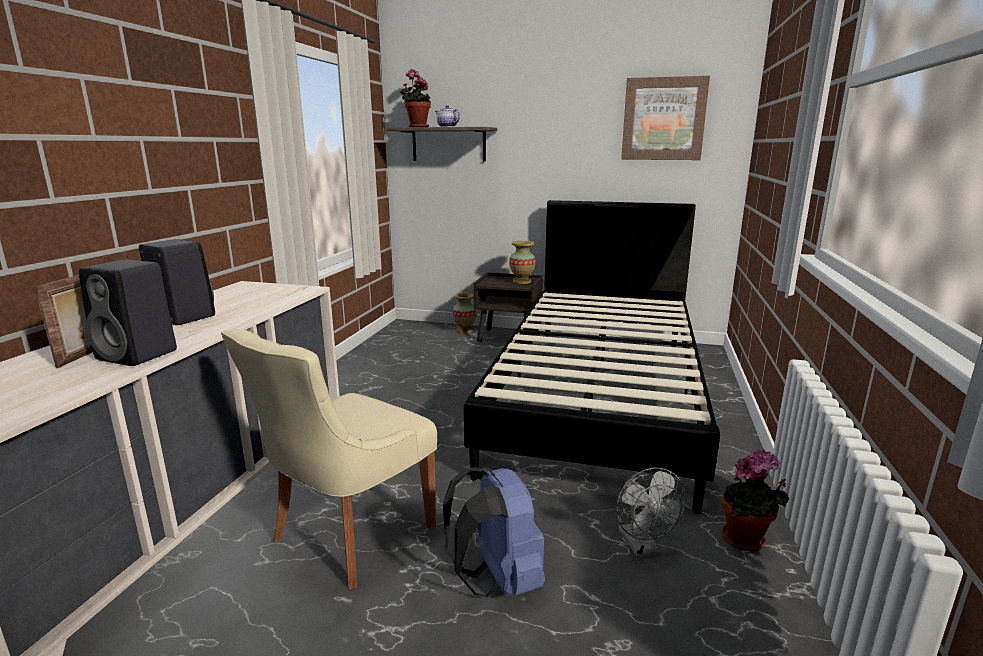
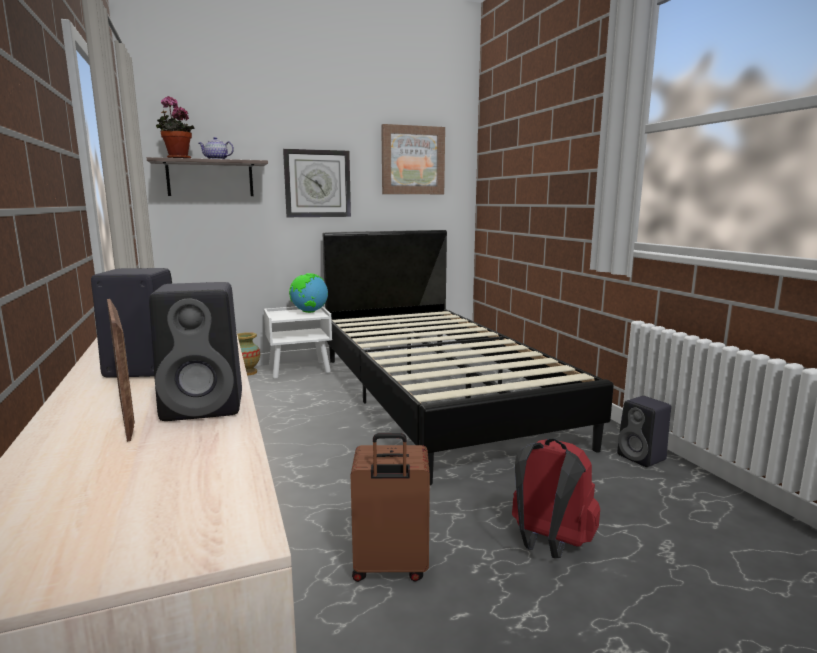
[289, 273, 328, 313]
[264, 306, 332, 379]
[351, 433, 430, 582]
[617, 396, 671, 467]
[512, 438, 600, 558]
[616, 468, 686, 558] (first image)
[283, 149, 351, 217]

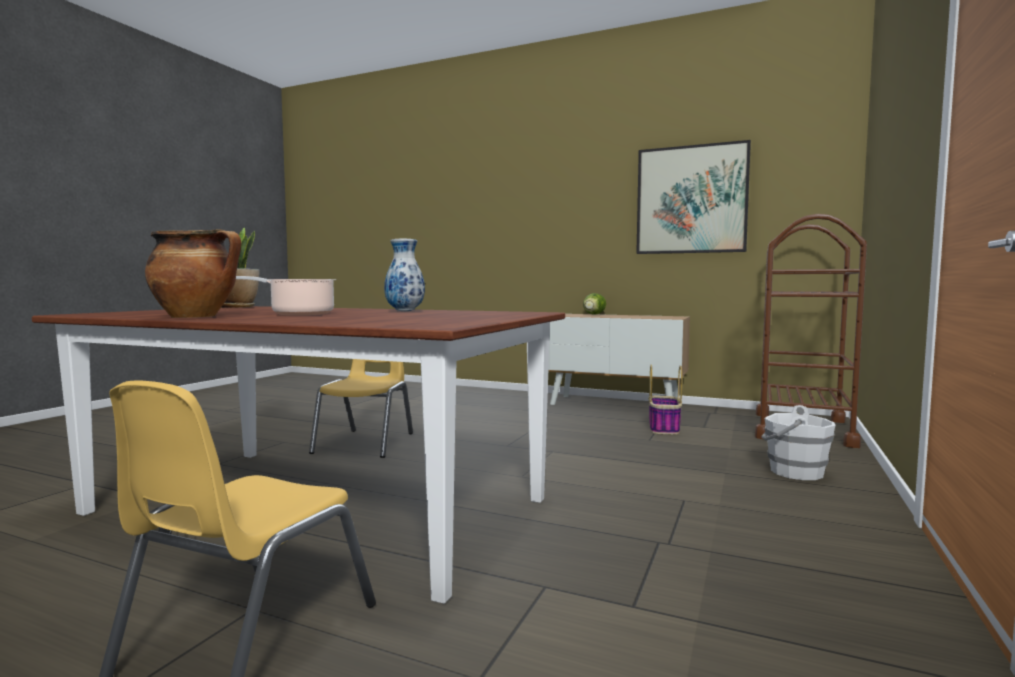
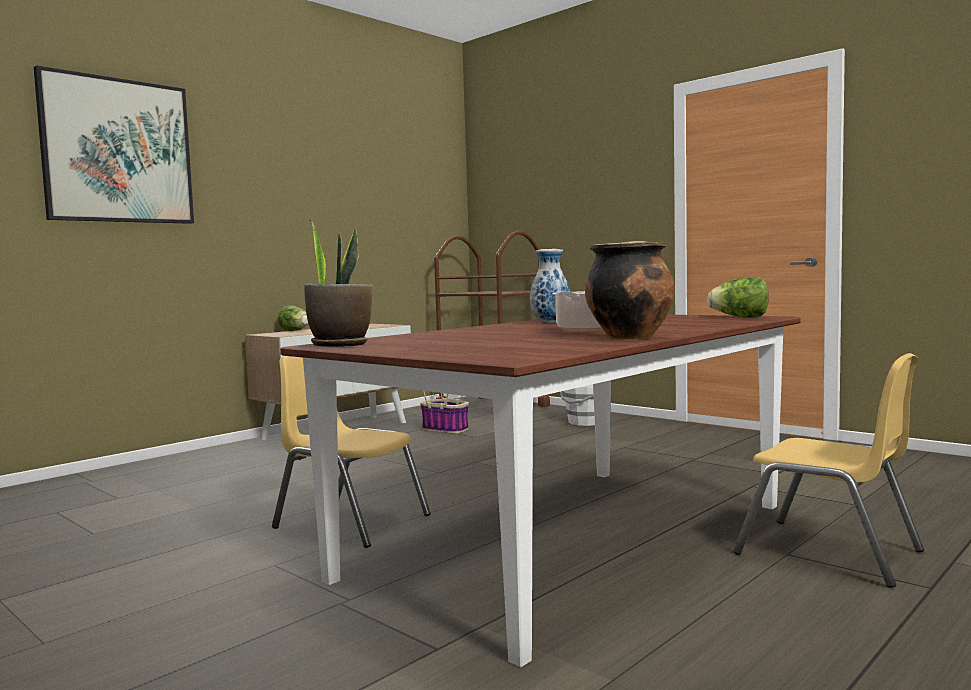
[34, 66, 194, 224]
[707, 277, 769, 317]

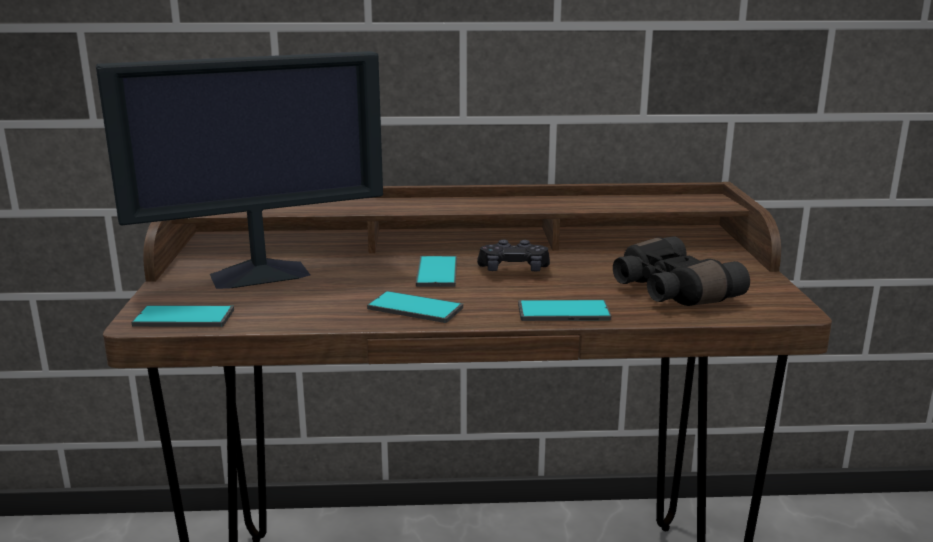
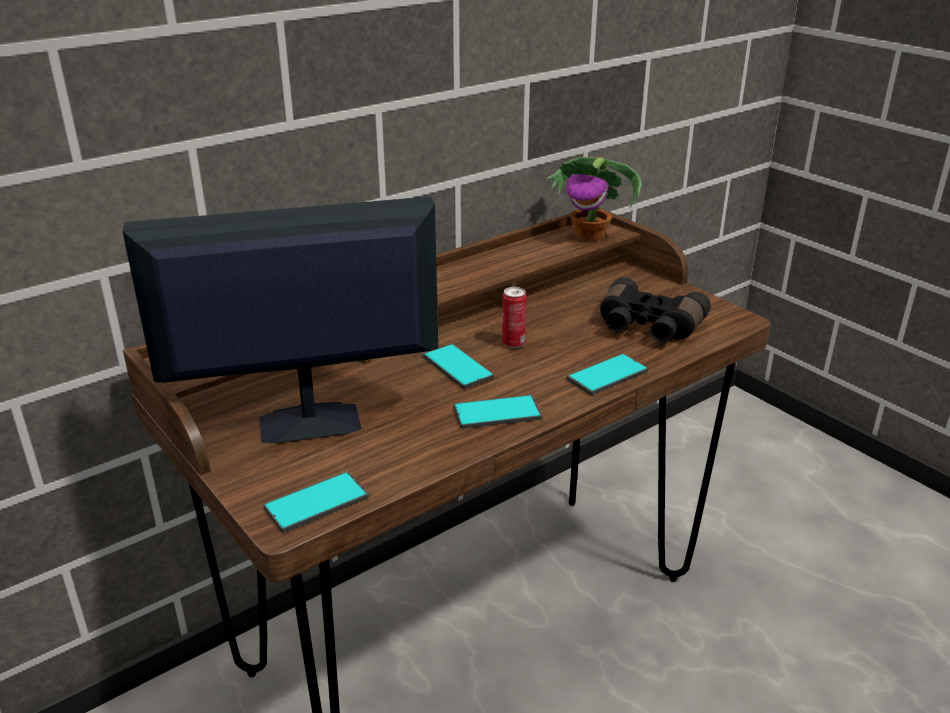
[123, 197, 438, 443]
[502, 287, 526, 348]
[547, 157, 641, 240]

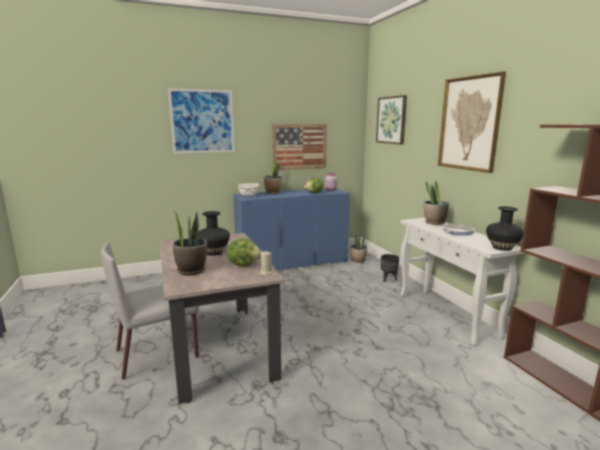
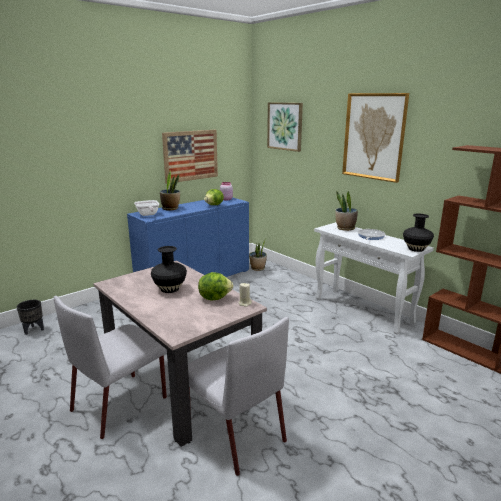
[168, 88, 235, 153] (first image)
[173, 211, 207, 276] (first image)
[17, 300, 44, 335]
[188, 317, 289, 476]

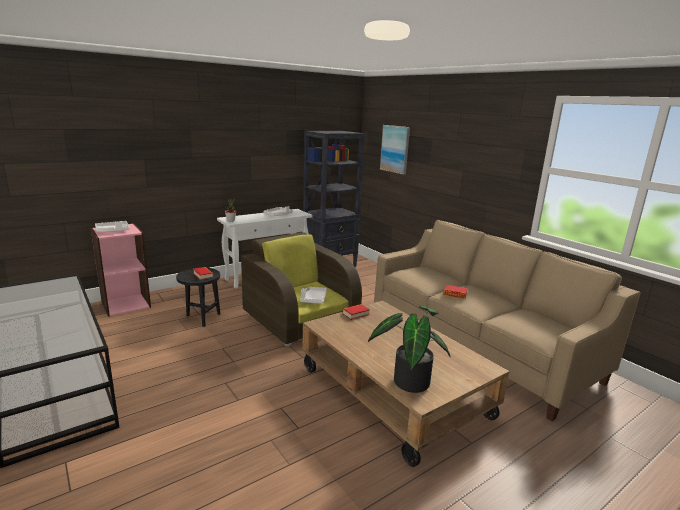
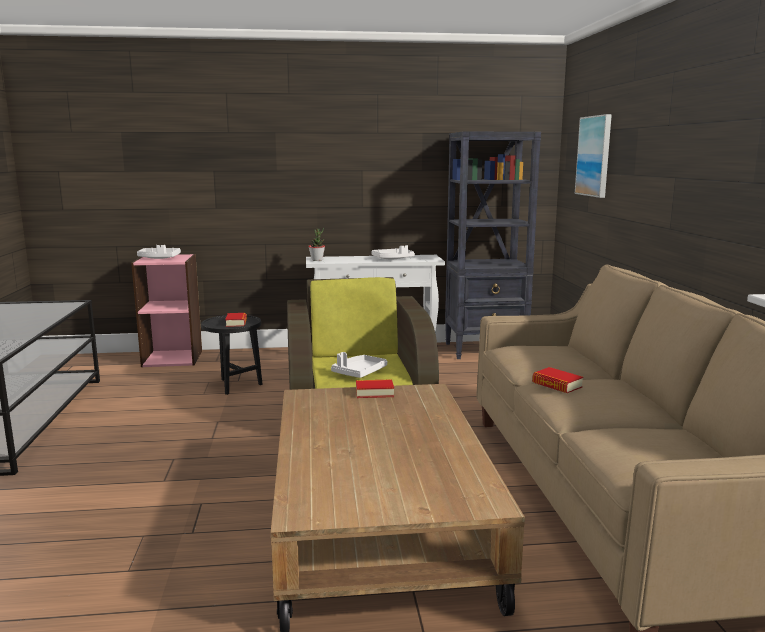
[368, 305, 450, 393] (first image)

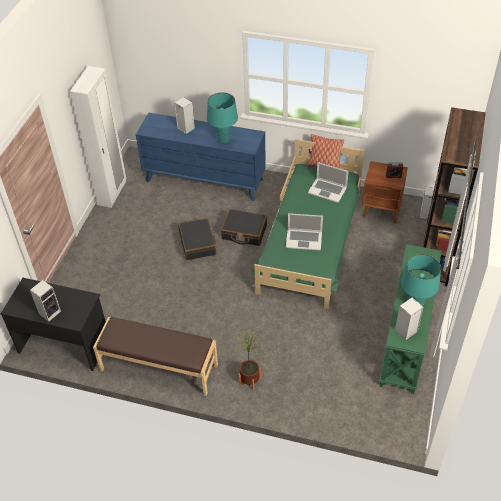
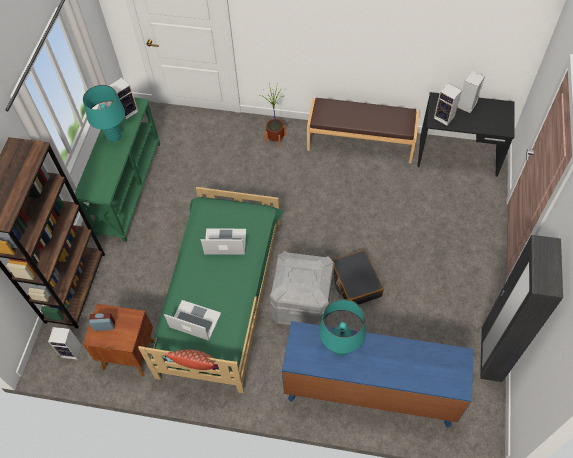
[480, 235, 563, 382]
[434, 83, 462, 125]
[270, 251, 334, 326]

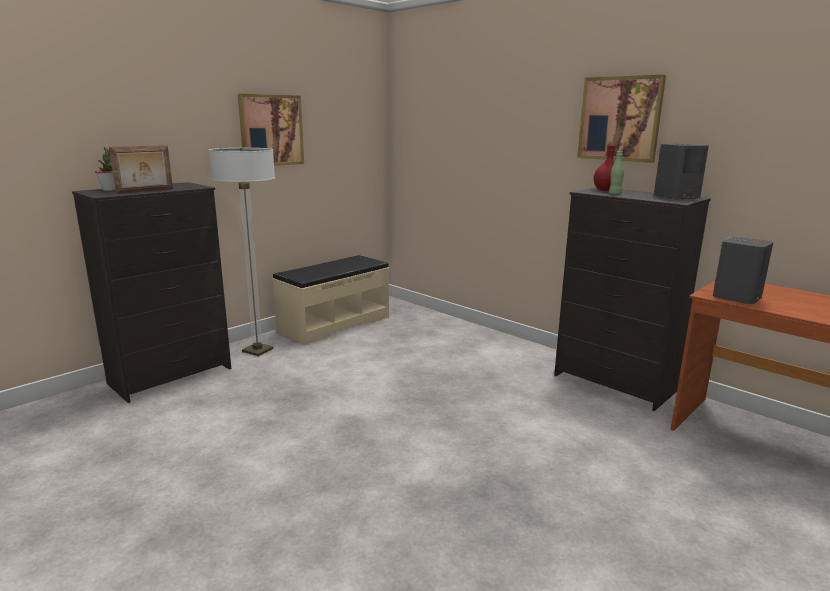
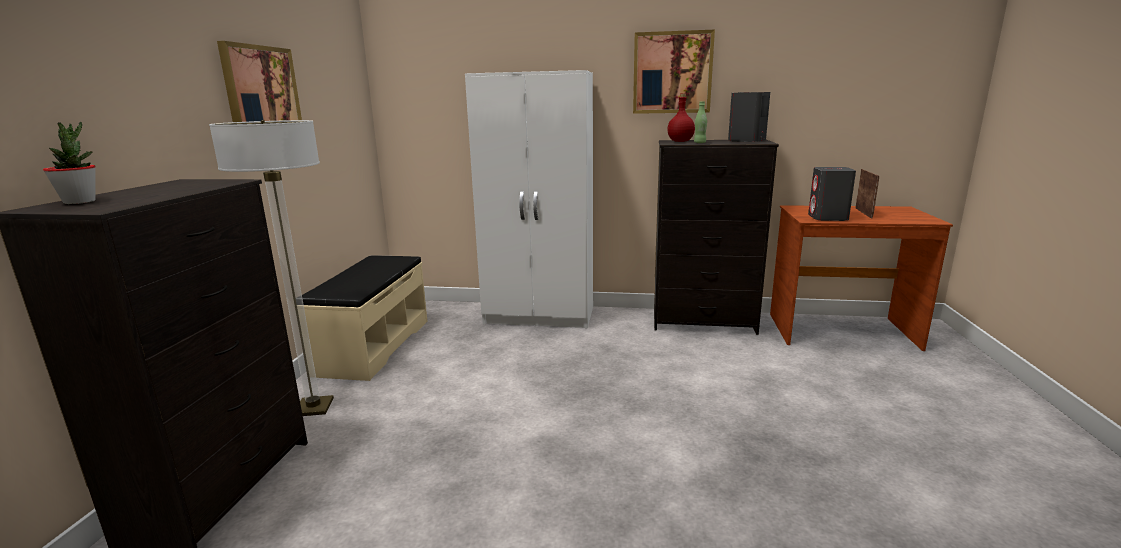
[855, 169, 879, 219]
[465, 70, 593, 328]

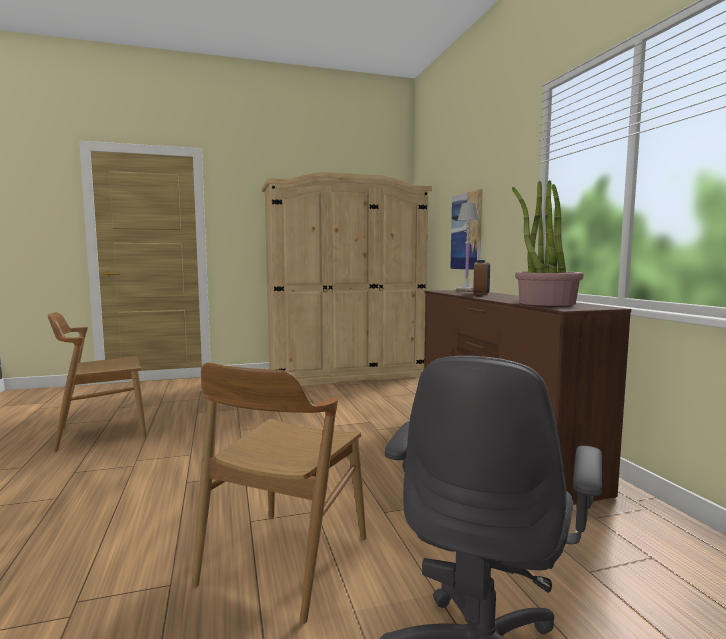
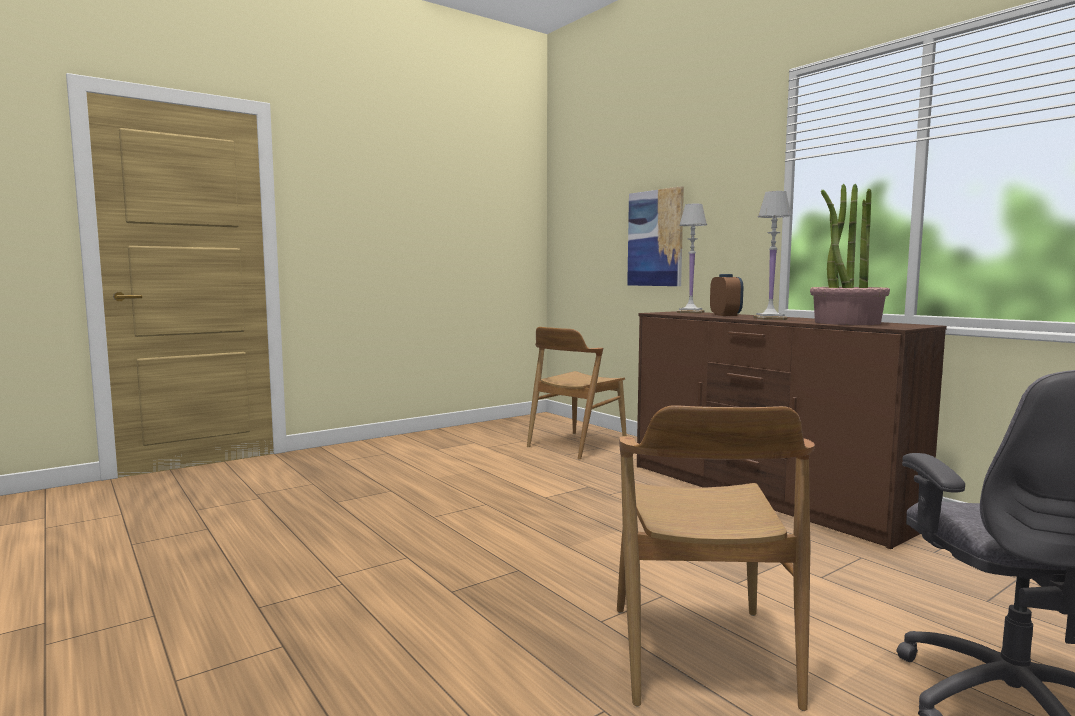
[262, 172, 432, 386] (first image)
[527, 327, 627, 460]
[754, 191, 792, 320]

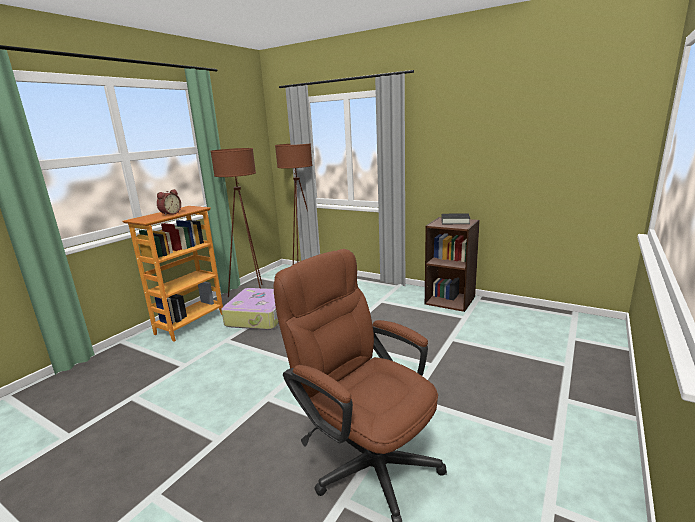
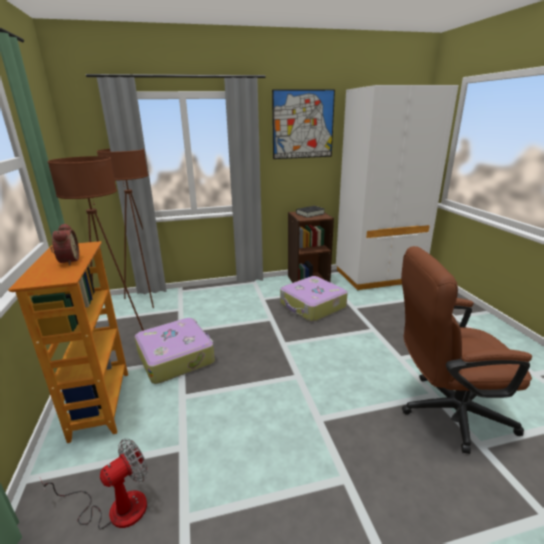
[336, 85, 459, 290]
[272, 89, 335, 159]
[280, 276, 348, 322]
[40, 439, 147, 529]

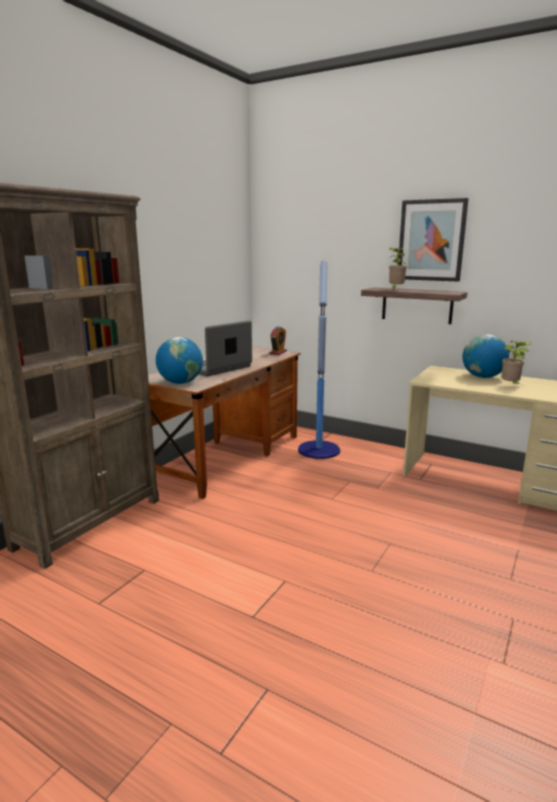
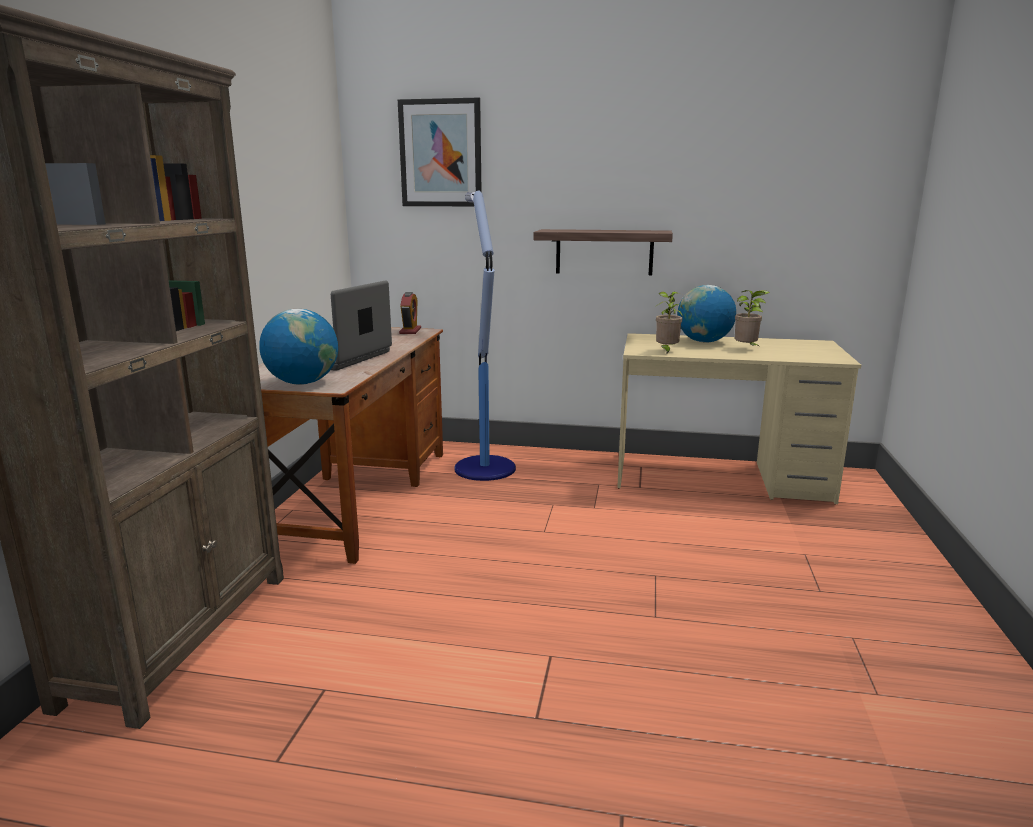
[398, 98, 482, 206]
[656, 291, 683, 355]

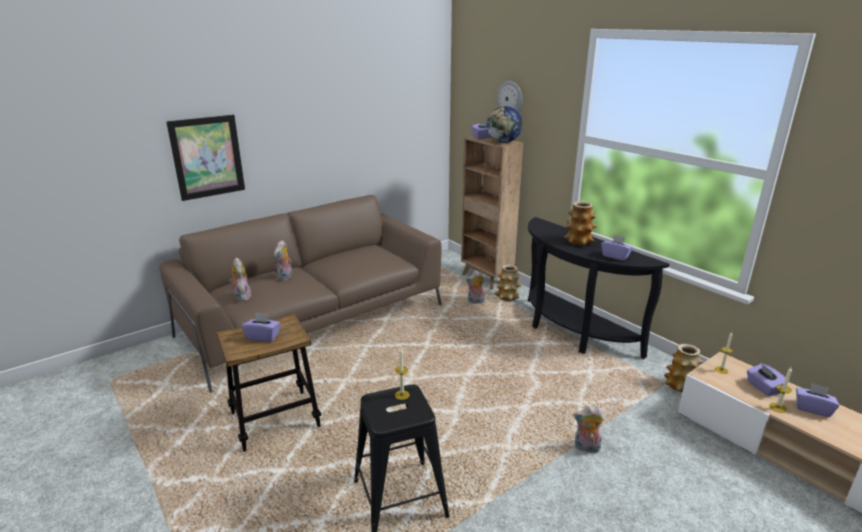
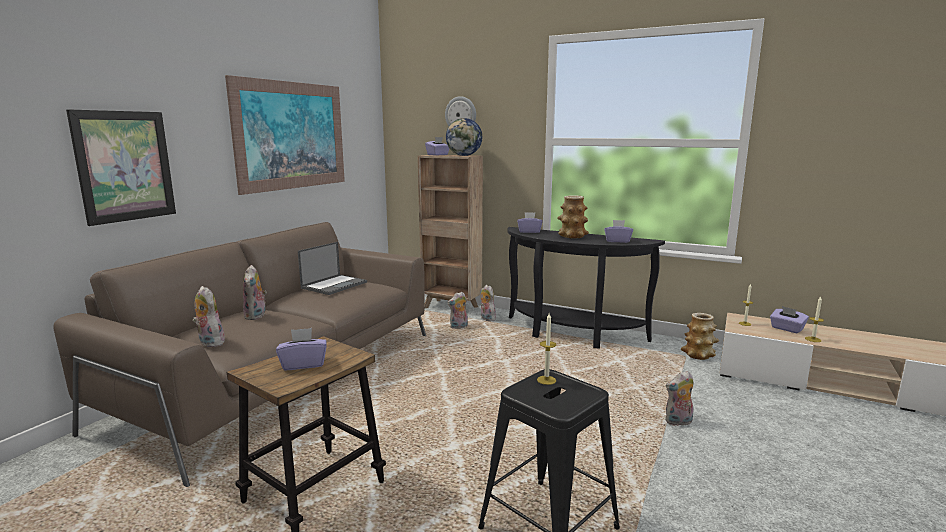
[480, 285, 496, 321]
[517, 212, 543, 233]
[225, 75, 345, 195]
[298, 242, 367, 295]

